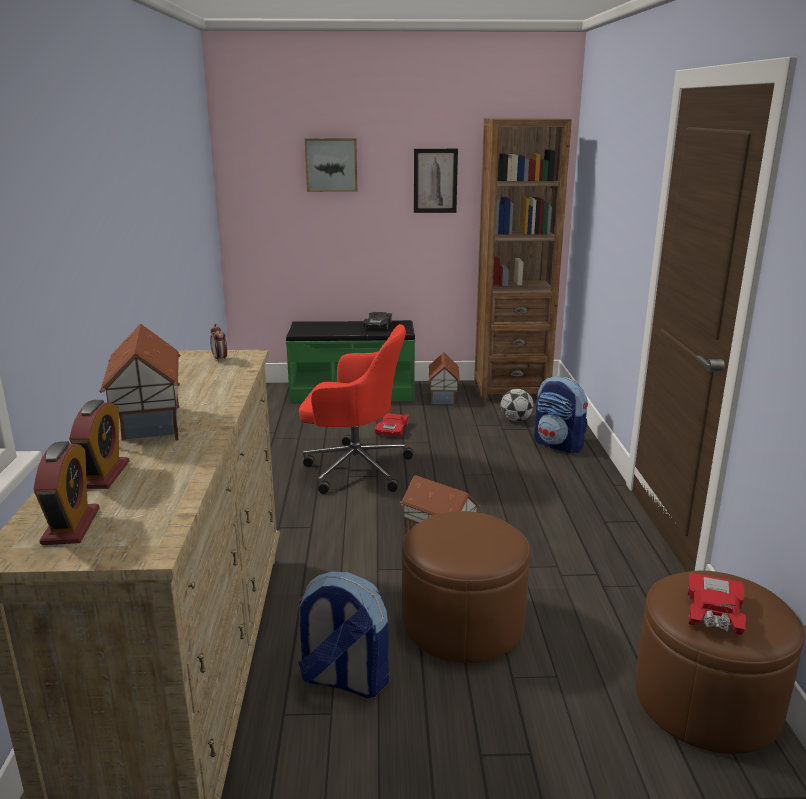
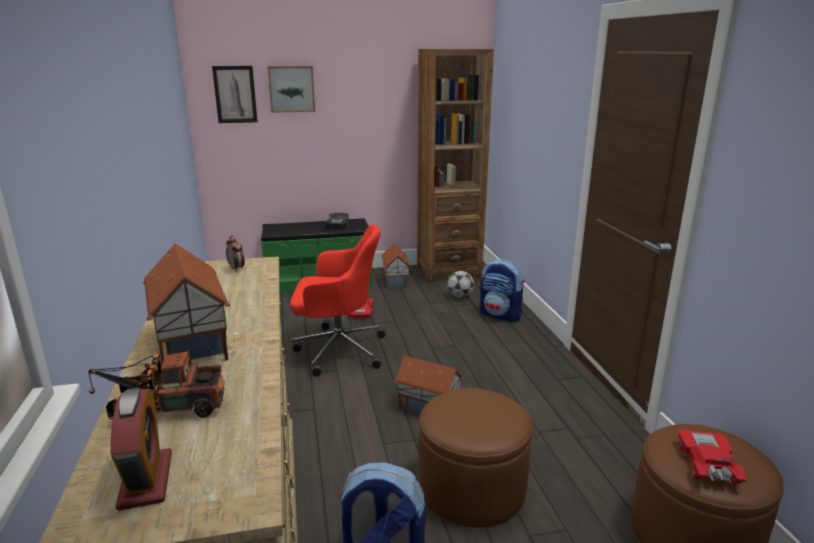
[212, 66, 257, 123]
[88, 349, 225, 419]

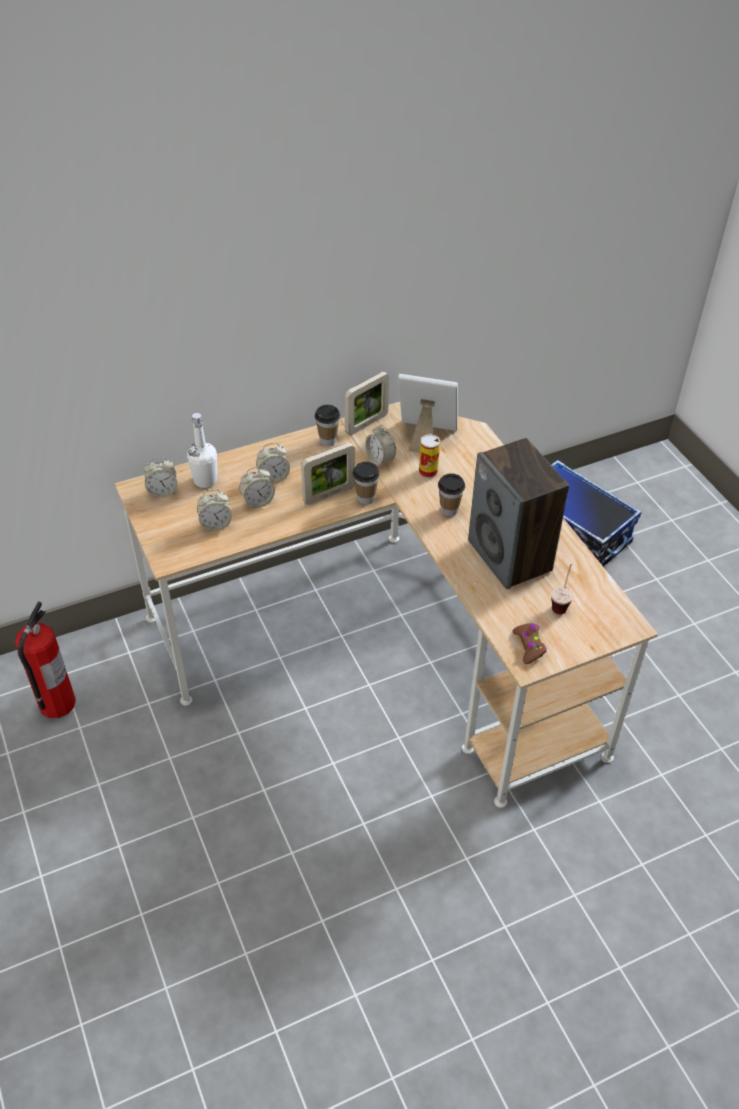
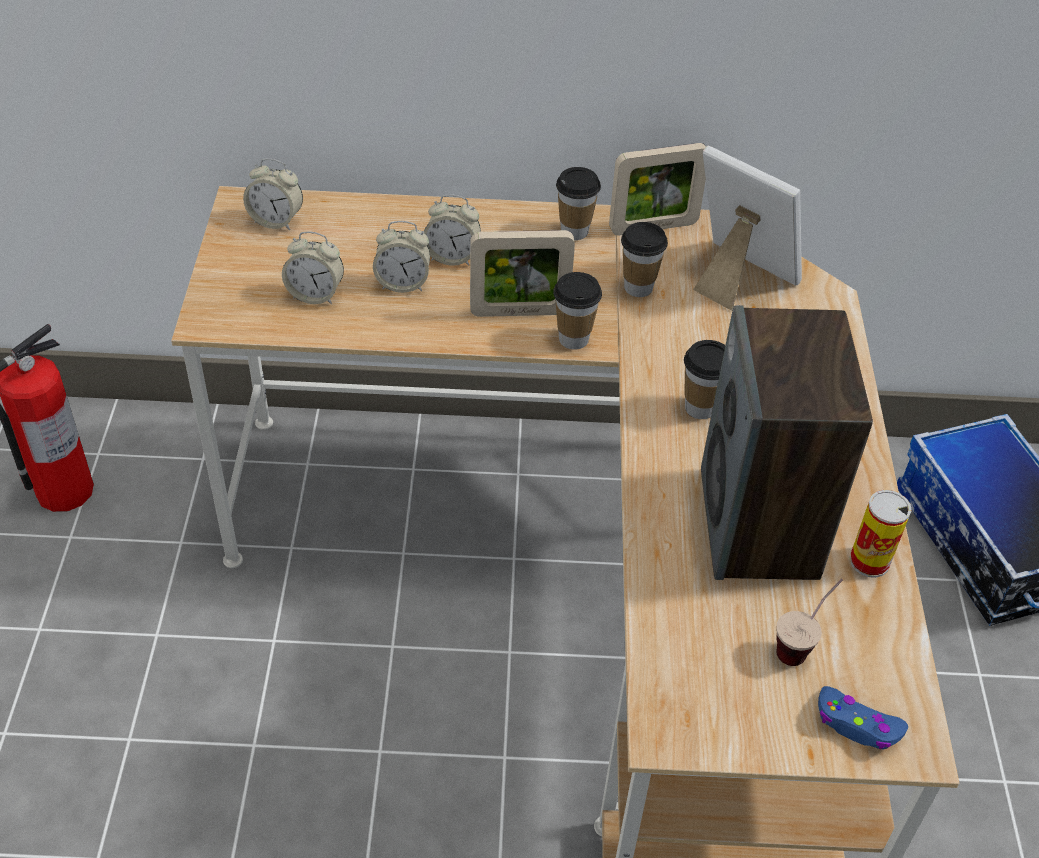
[187, 413, 217, 488] (first image)
[621, 222, 668, 297]
[850, 490, 912, 578]
[513, 623, 547, 664] (first image)
[818, 686, 908, 749]

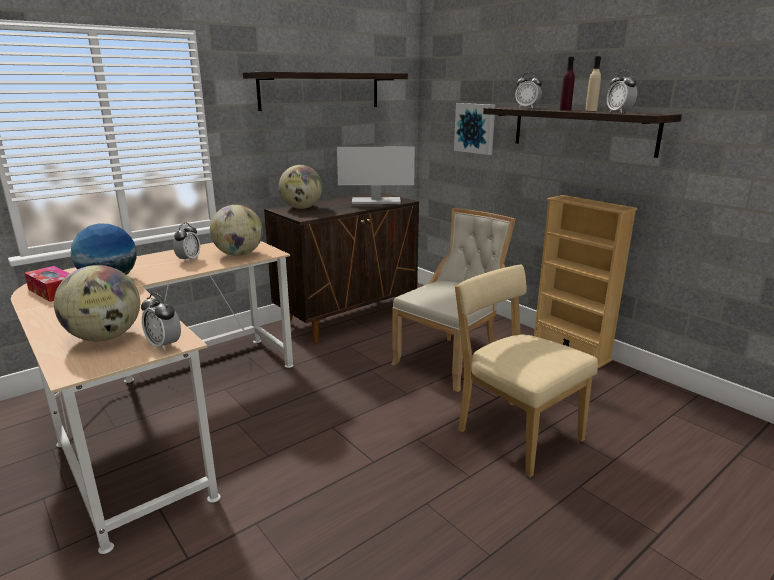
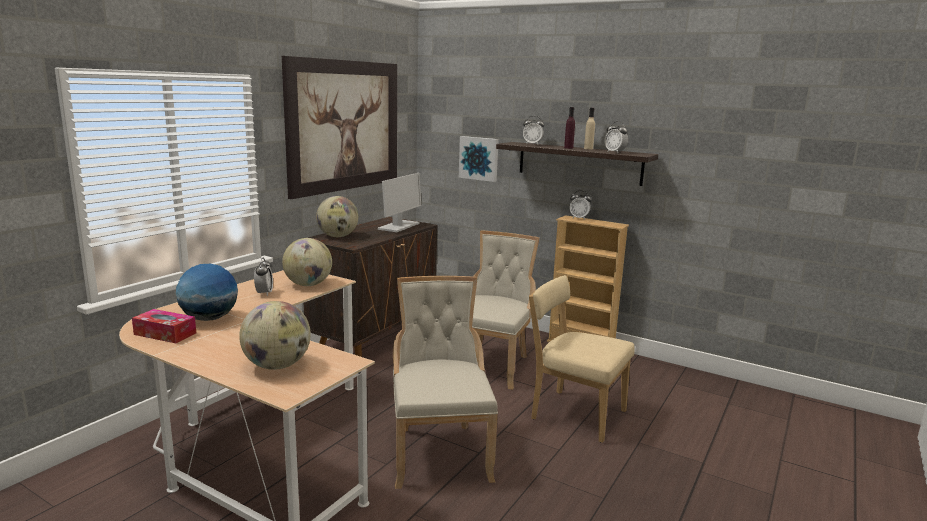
[282, 56, 397, 199]
[378, 173, 421, 232]
[570, 190, 592, 220]
[393, 276, 498, 489]

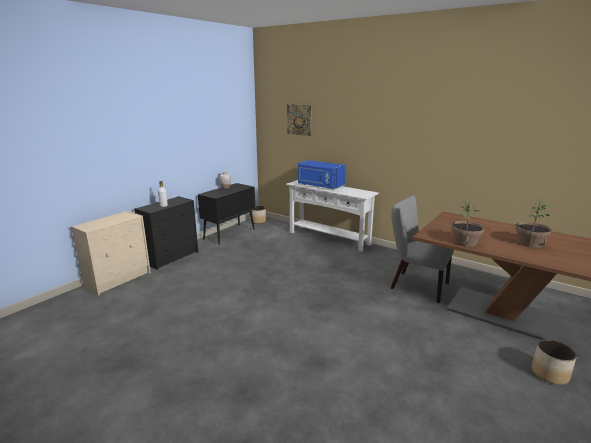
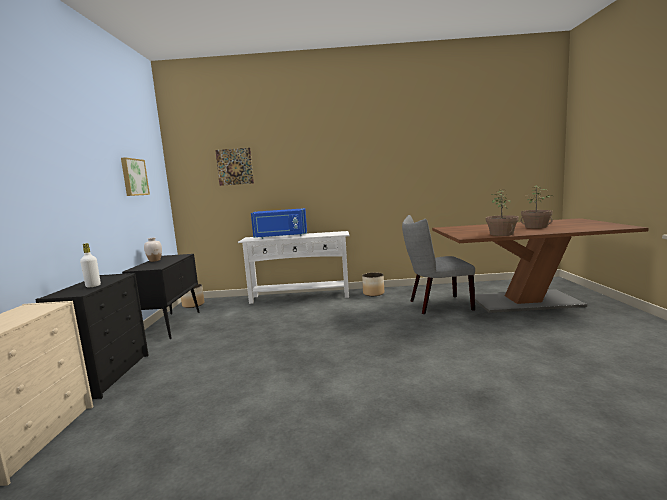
[362, 272, 384, 296]
[121, 157, 150, 196]

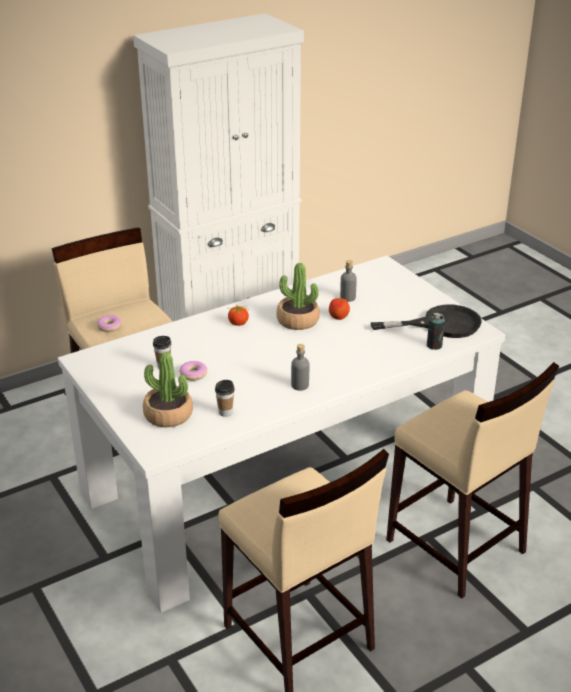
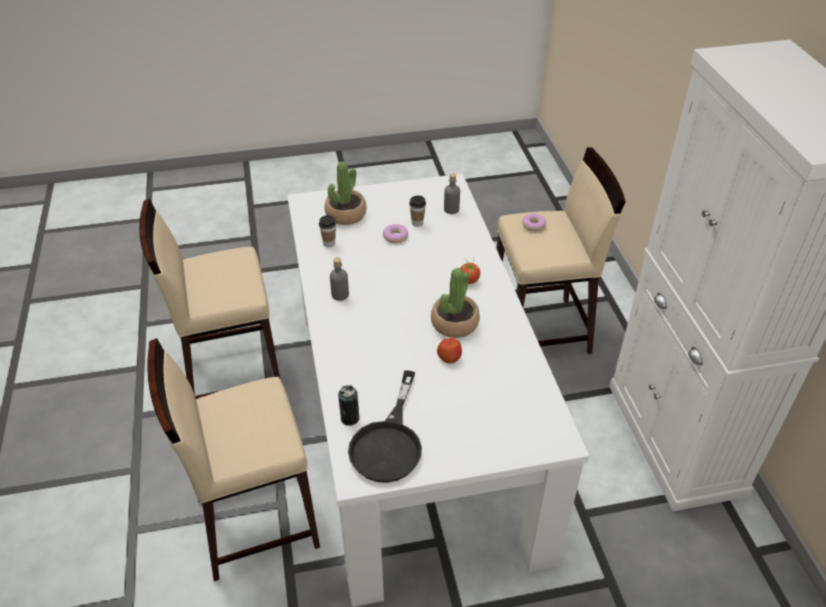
[444, 173, 460, 214]

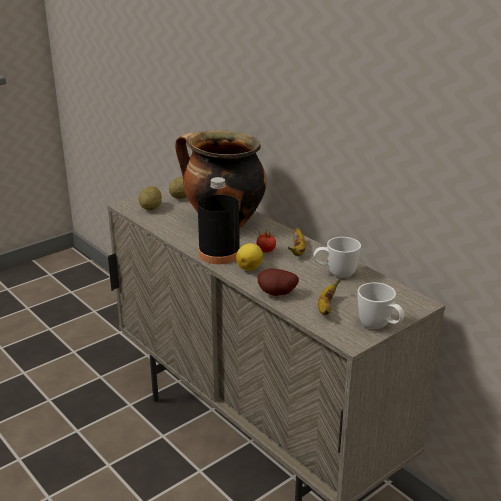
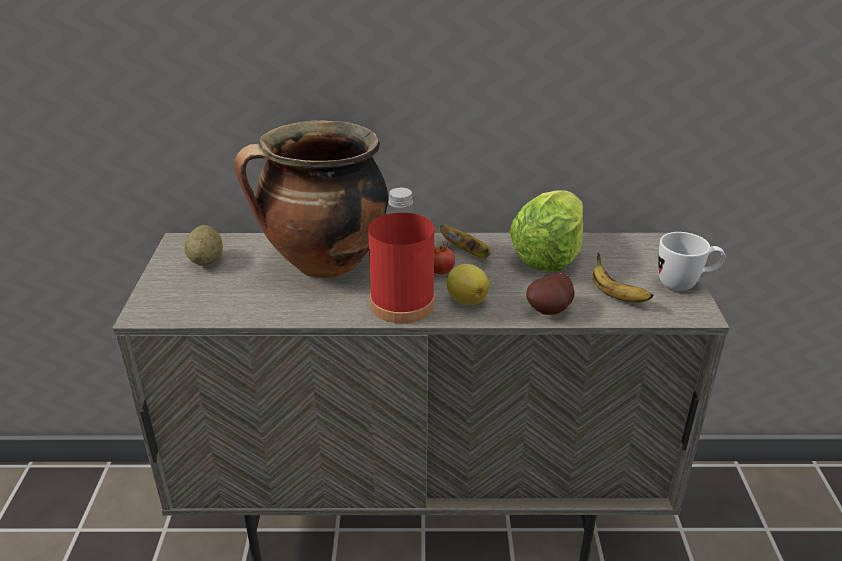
[368, 188, 435, 323]
[138, 186, 162, 210] (first image)
[509, 190, 583, 272]

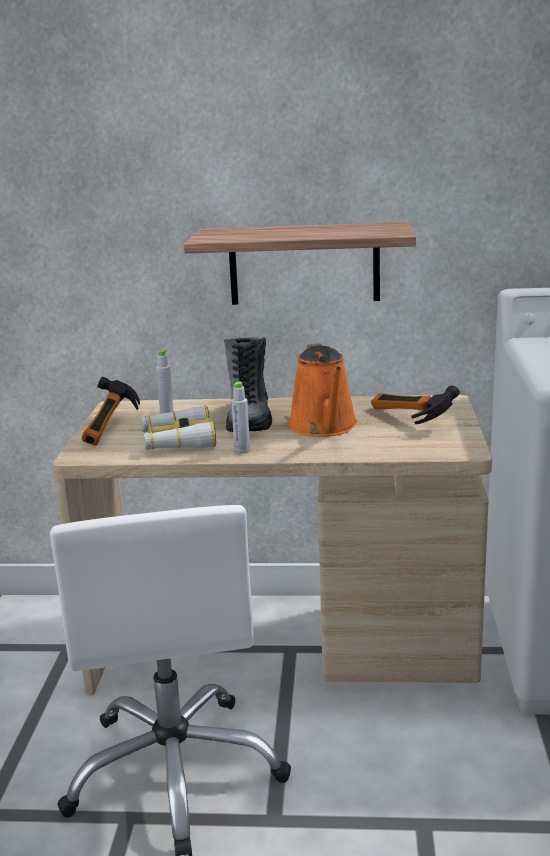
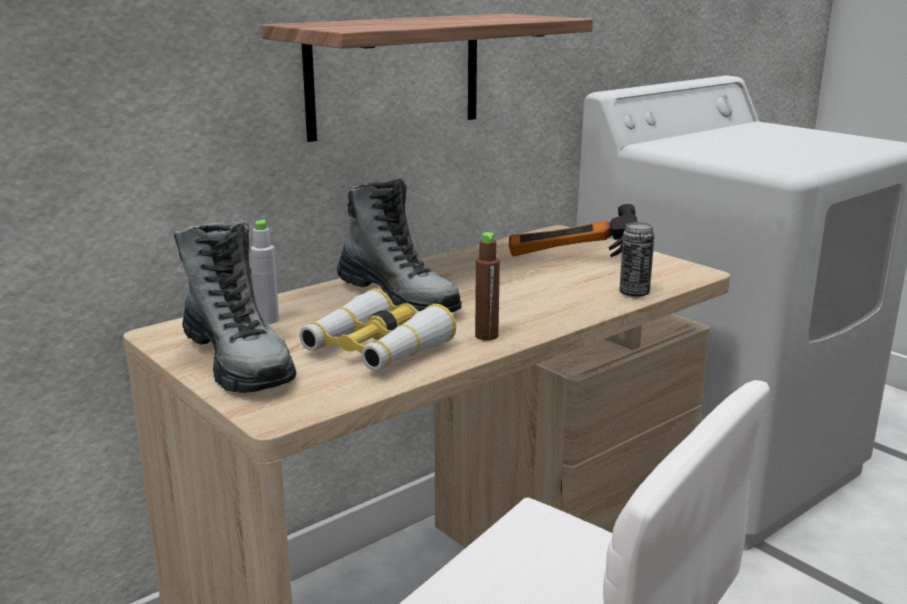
[288, 343, 358, 437] (first image)
[174, 219, 296, 393]
[475, 232, 500, 341]
[619, 222, 655, 297]

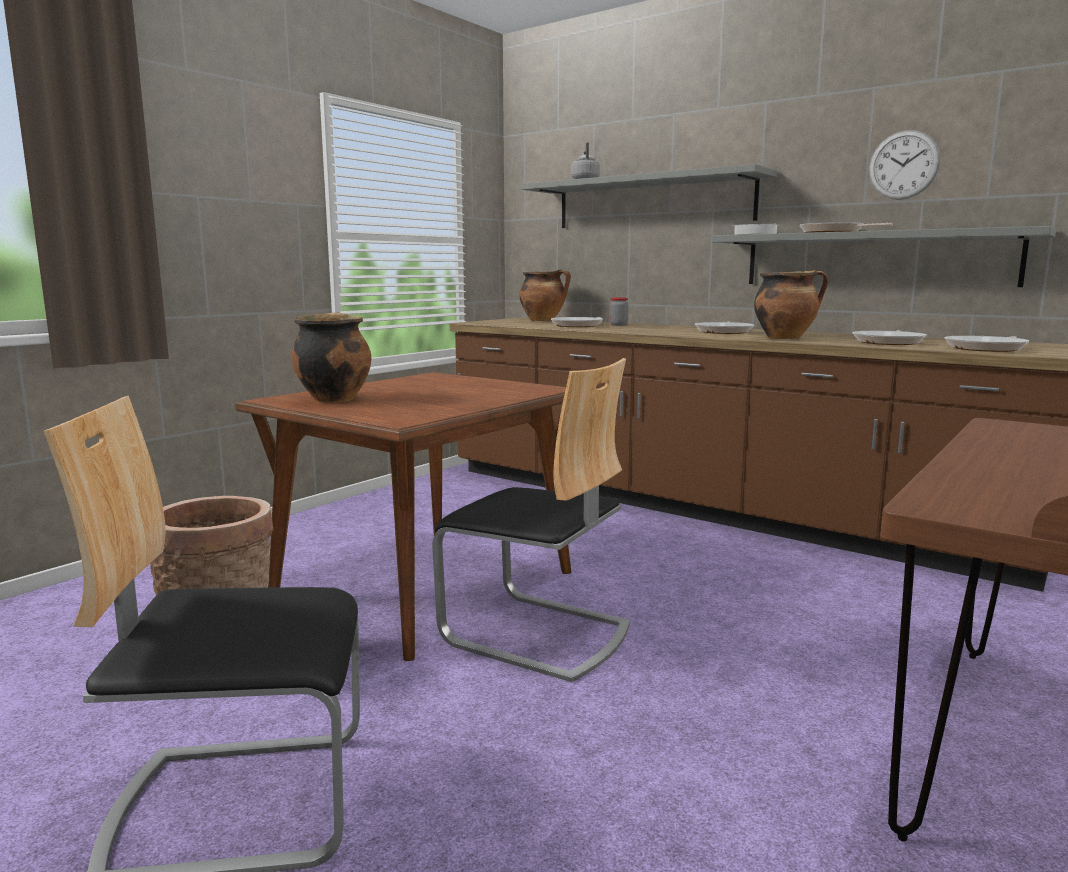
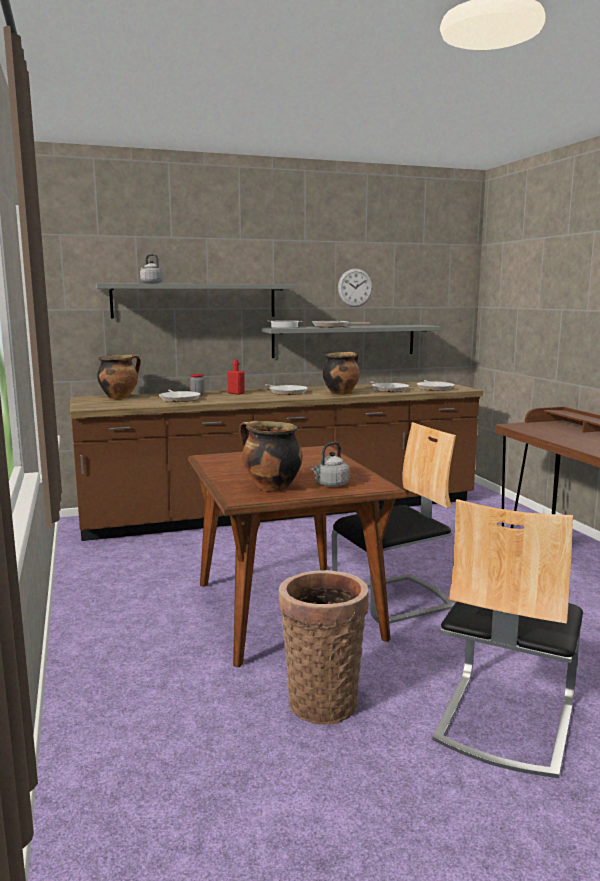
[227, 359, 245, 395]
[310, 442, 350, 487]

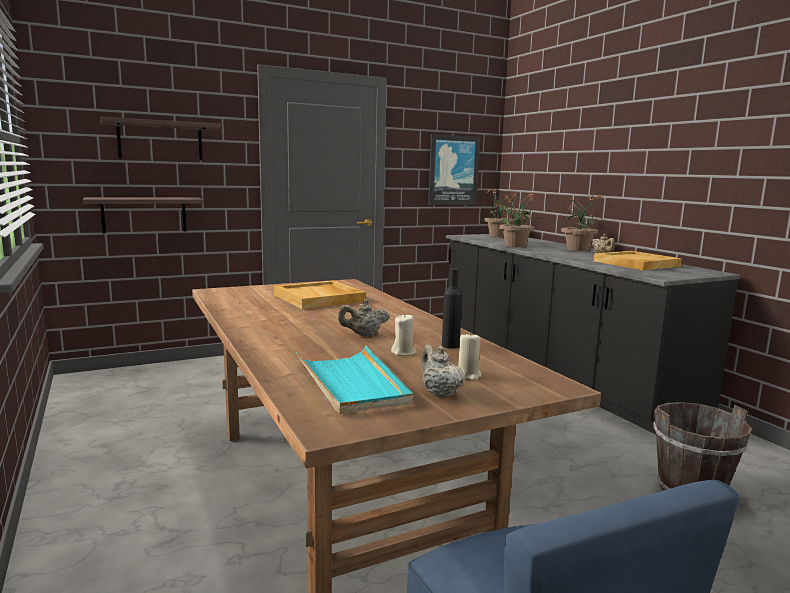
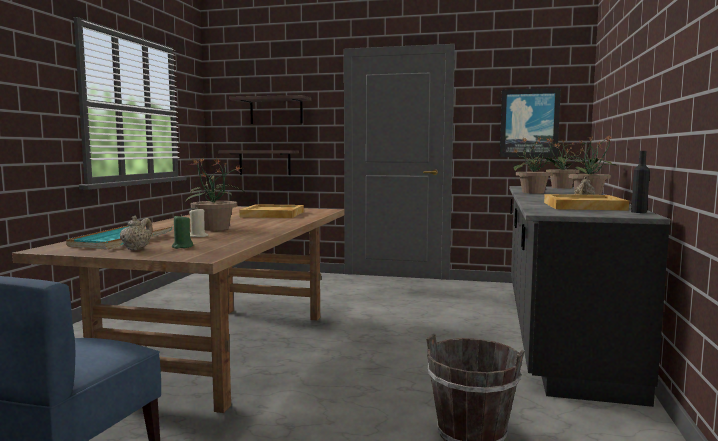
[631, 151, 650, 213]
[186, 158, 245, 231]
[172, 214, 193, 249]

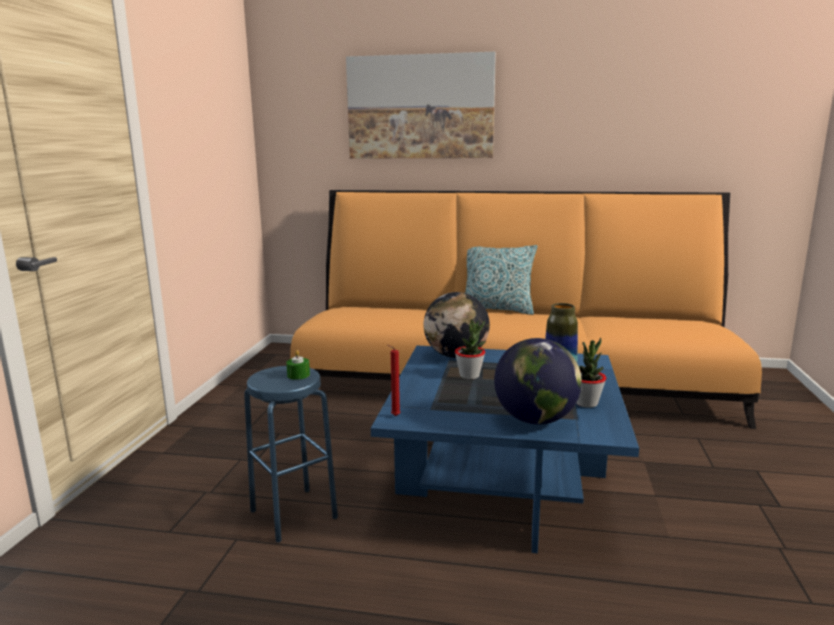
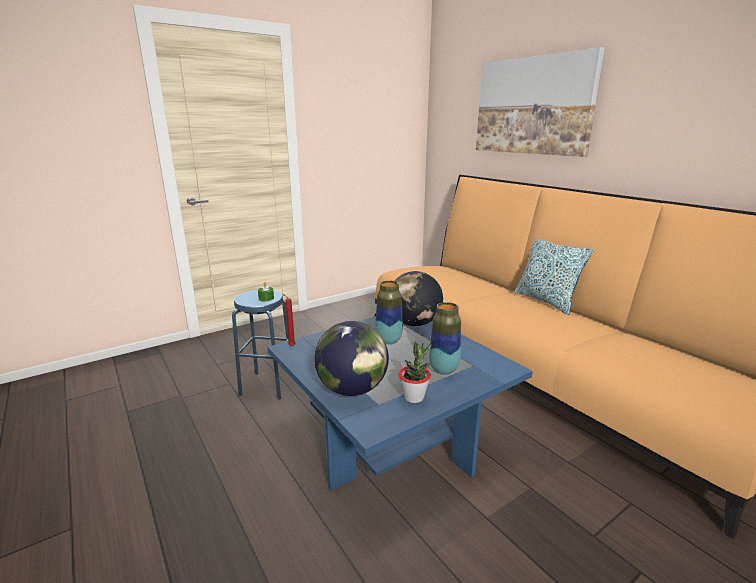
[375, 281, 403, 344]

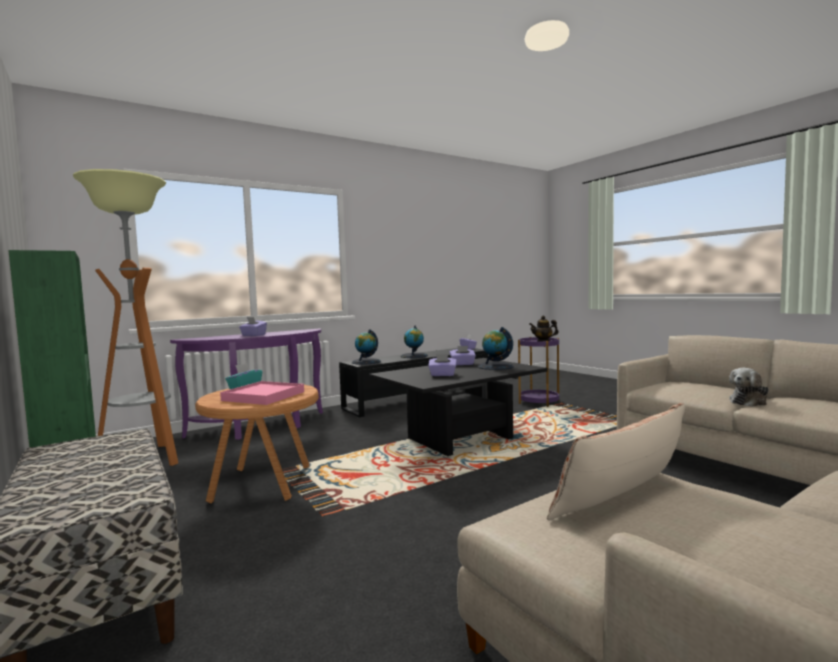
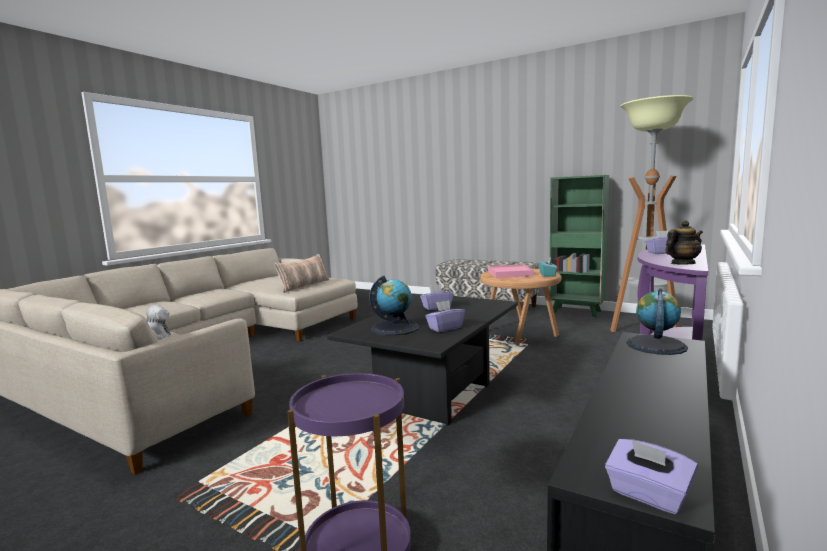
[665, 221, 703, 265]
[401, 326, 428, 358] (first image)

